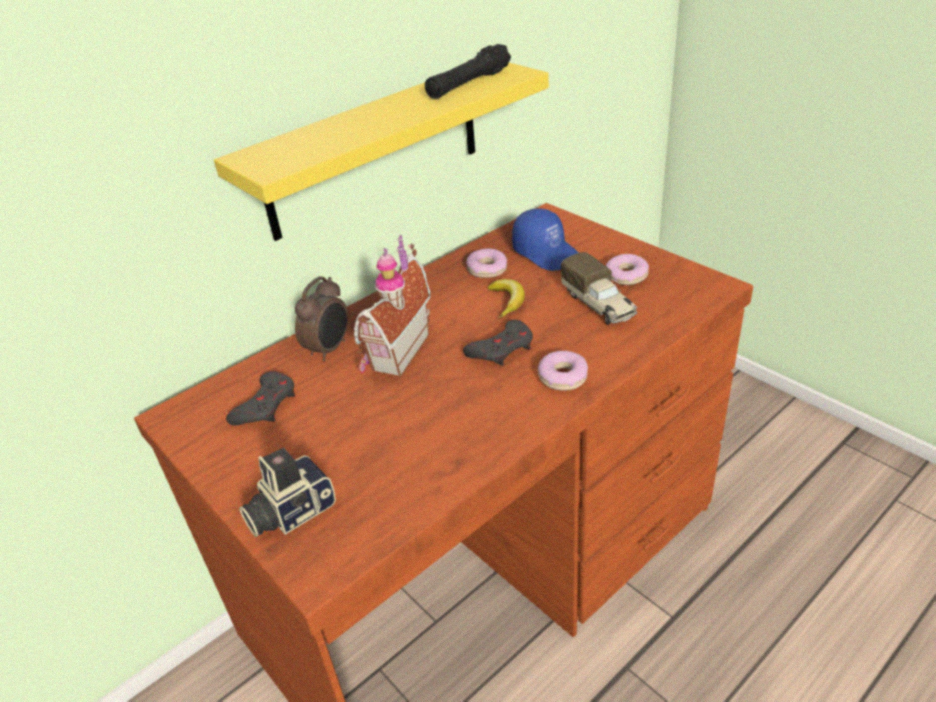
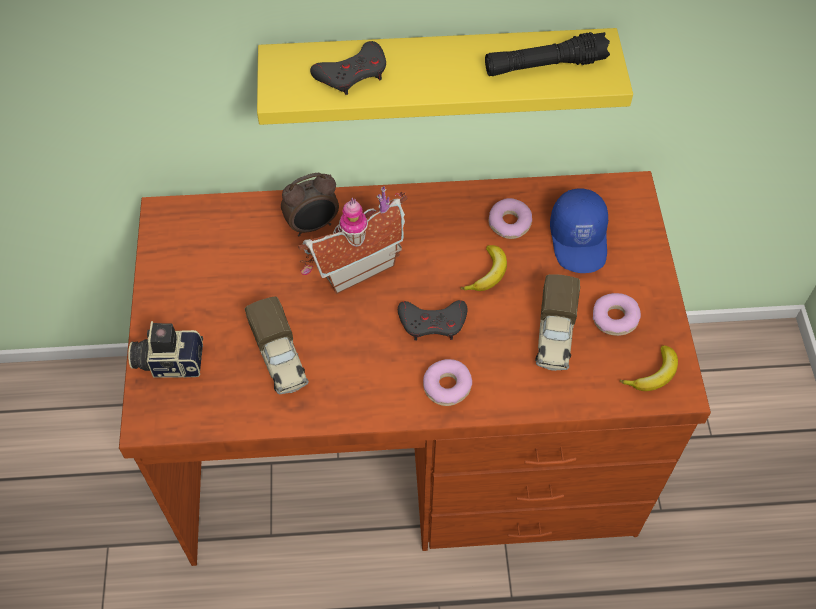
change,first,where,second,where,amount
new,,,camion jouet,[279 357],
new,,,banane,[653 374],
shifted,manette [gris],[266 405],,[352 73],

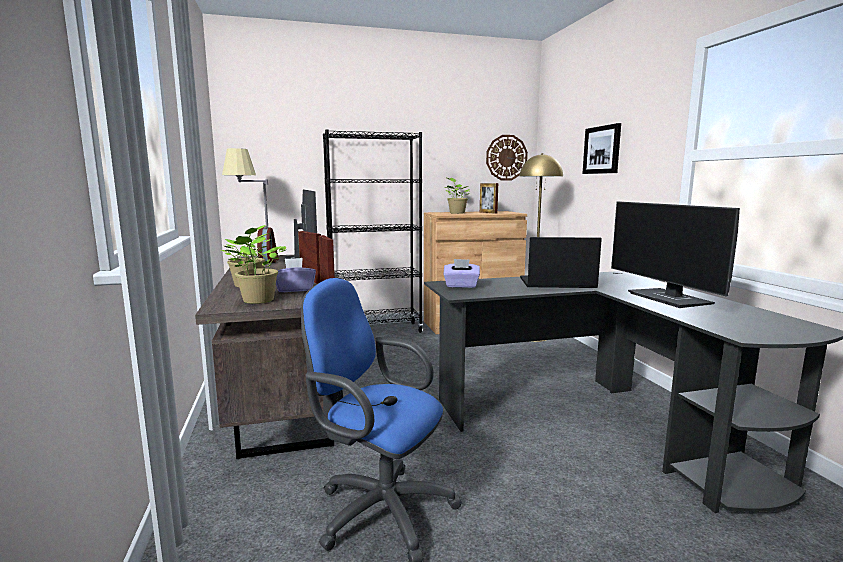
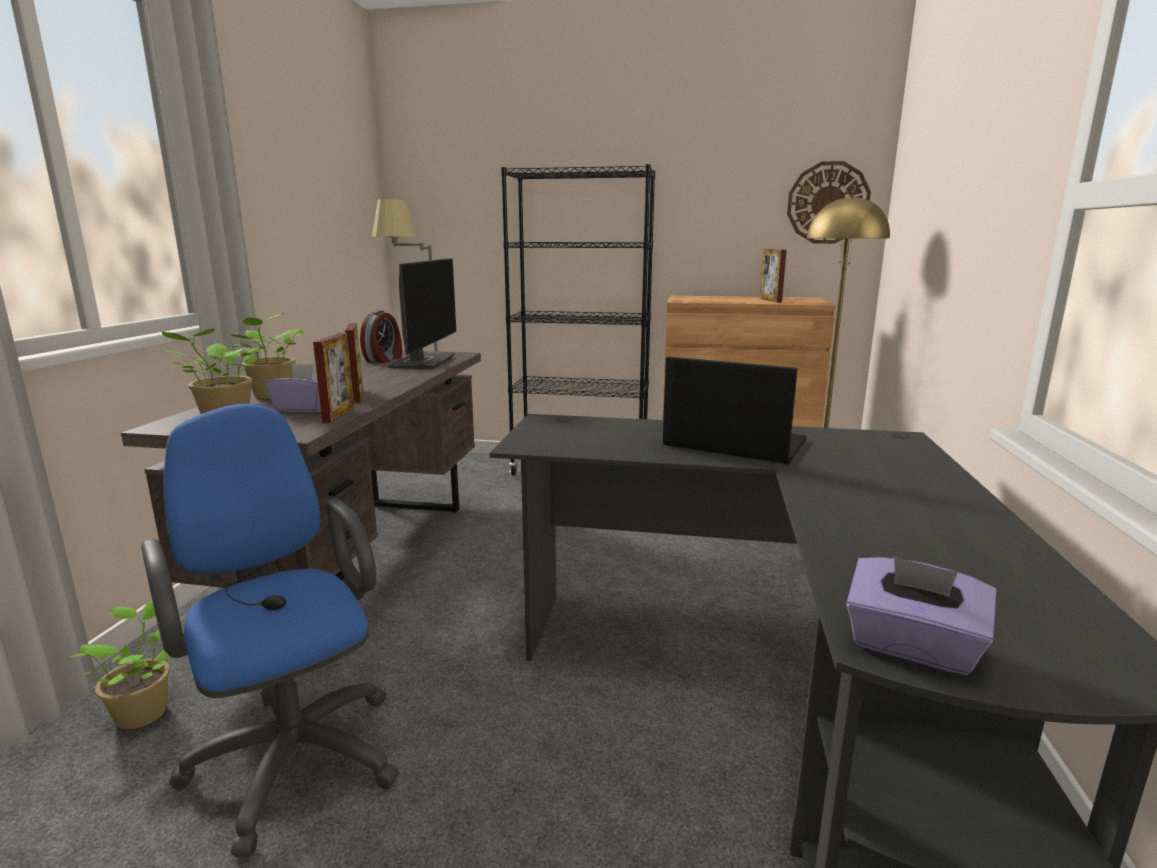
change,first,where,second,where,amount
gone,tableau,[602 150],,,
gone,écran d'ordinateur,[670 299],,,
shifted,boîte à mouchoirs [violet],[461 286],,[911 647],
shifted,plante en pot,[456 213],,[144 712],

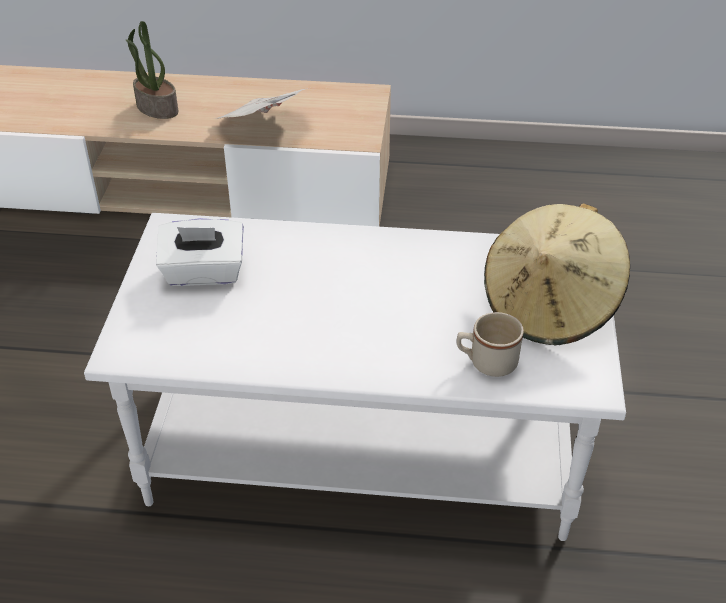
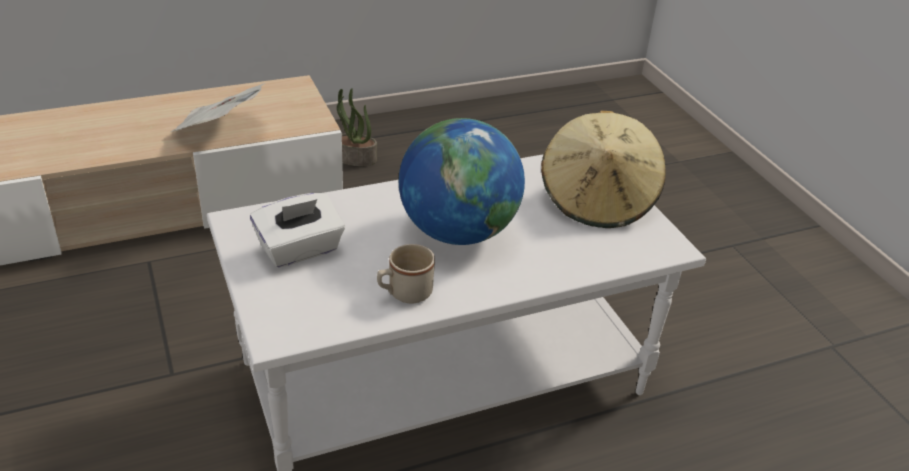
change,first,where,second,where,amount
new,,,globe,[457 232],
shifted,plante en pot,[156 108],,[355 159],
shifted,mug [beige],[486 363],,[404 293],

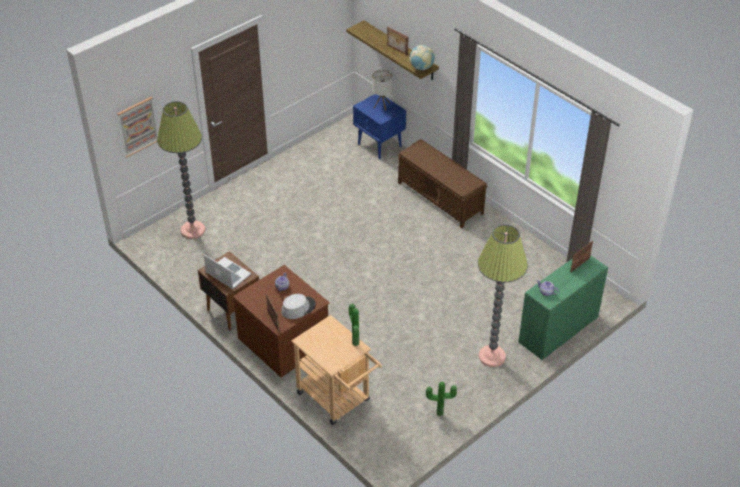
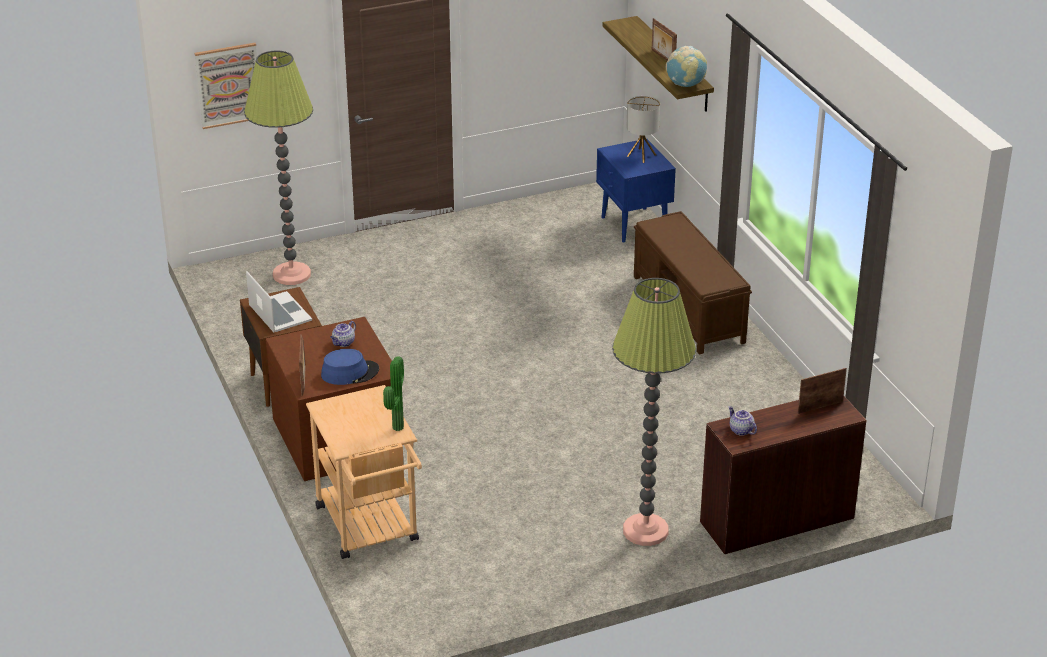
change,first,where,second,where,amount
gone,plante en pot,[439 412],,,
repainted,chapeau [gris],[298 308],chapeau [bleu],[350 373],
repainted,bureau [vert],[557 329],bureau [marron],[776 519],

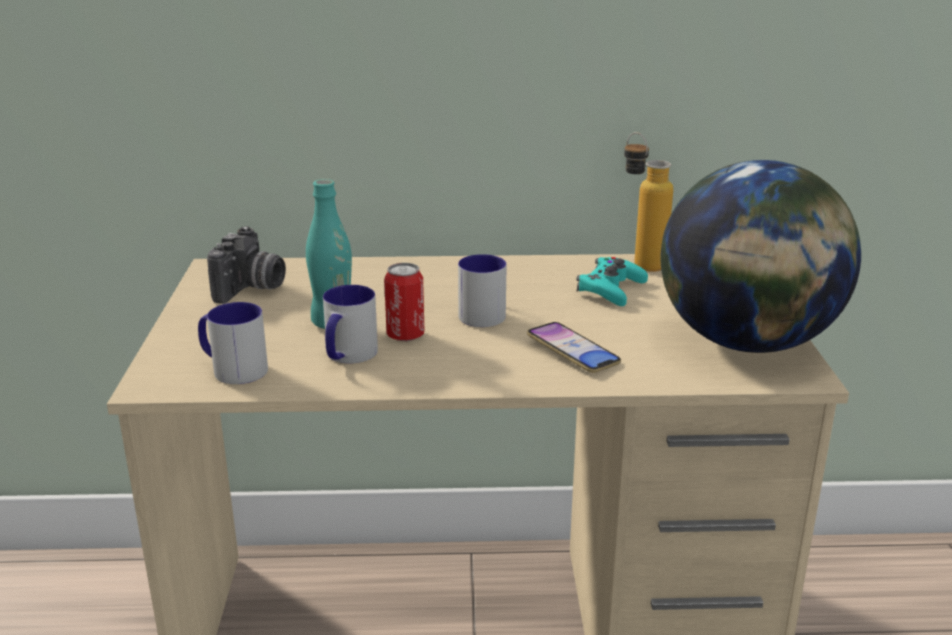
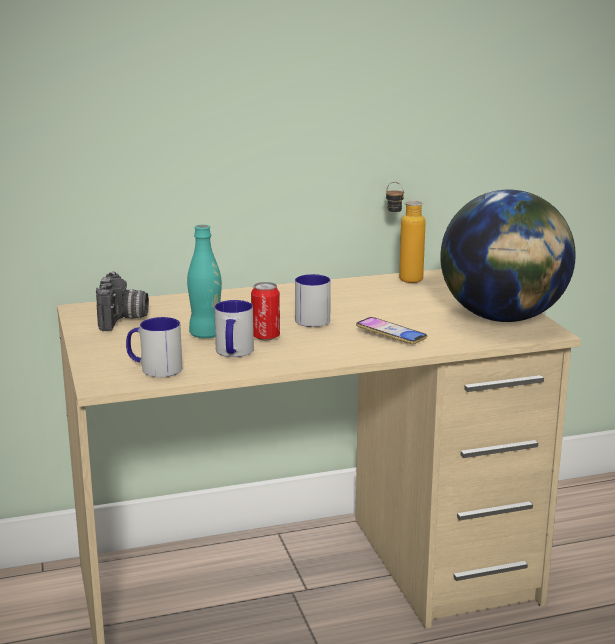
change,first,where,second,where,amount
gone,manette [turquoise],[611 289],,,

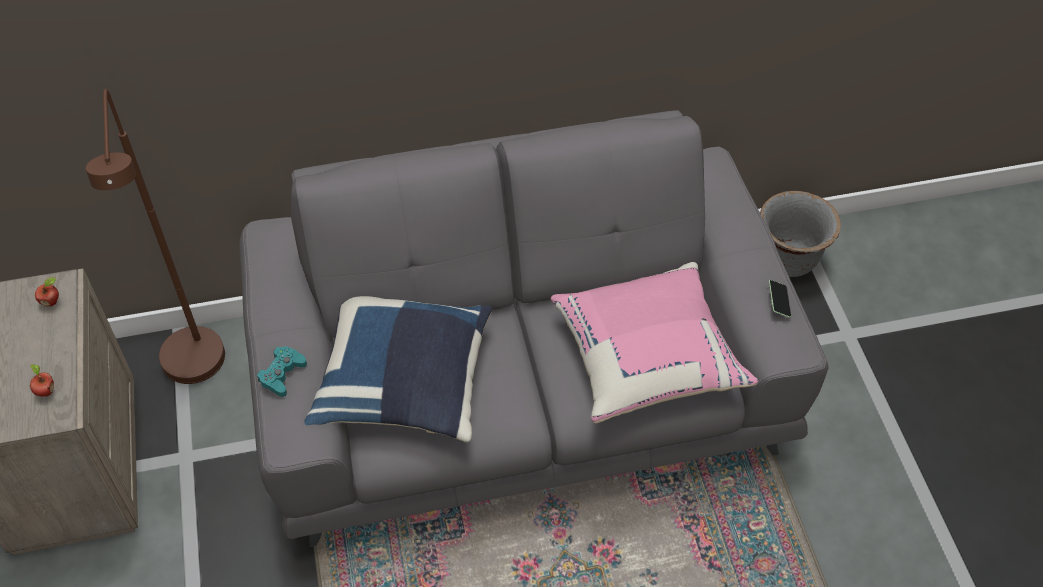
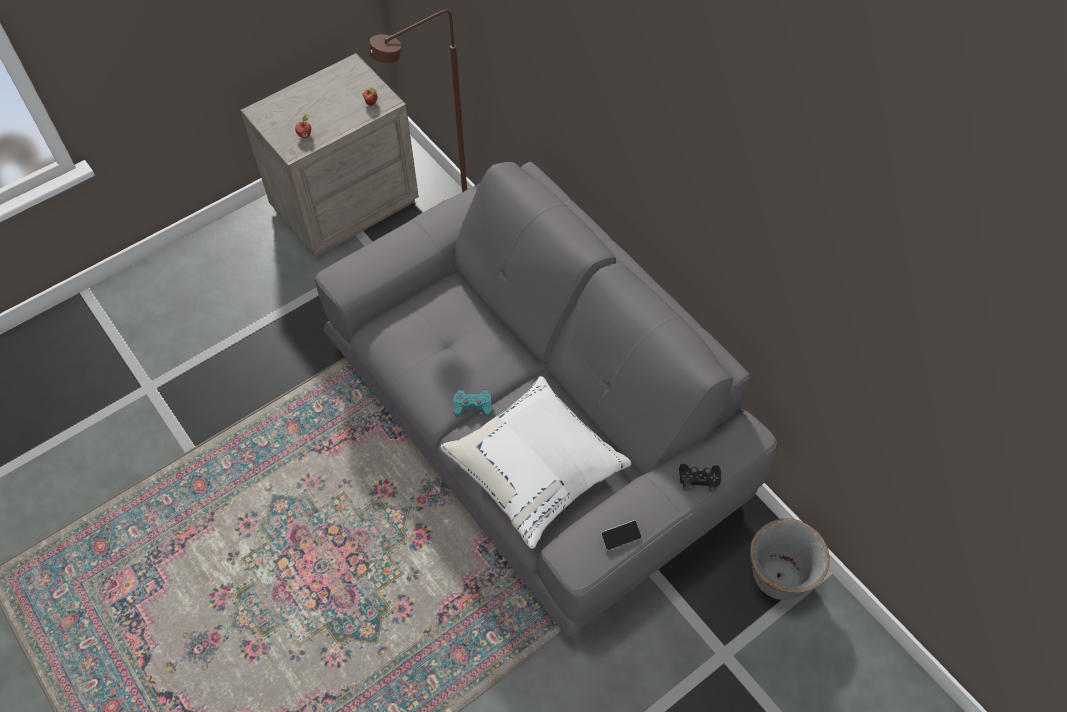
change,first,where,second,where,amount
gone,coussin [bleu],[405 383],,,
new,,,manette [noir],[699 479],
shifted,manette [turquoise],[282 374],,[472 406],
repainted,coussin [rose],[646 358],coussin [blanc],[536 470],

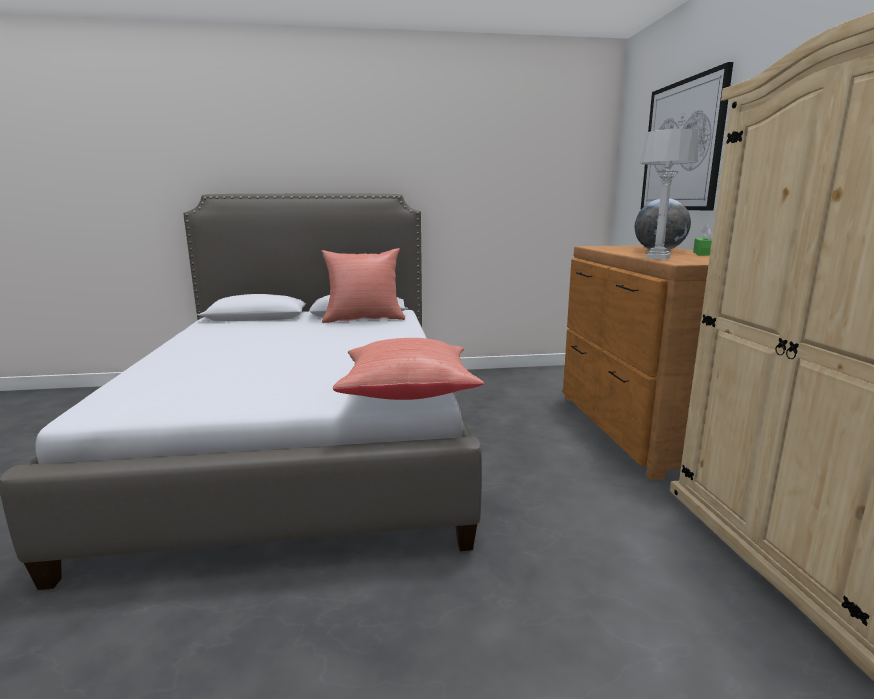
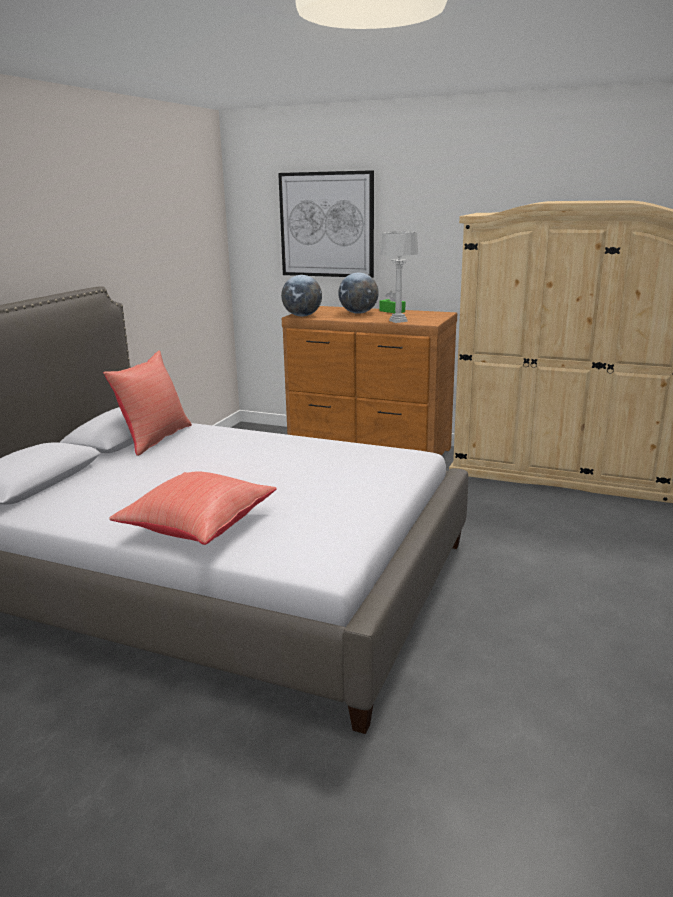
change,first,where,second,where,amount
new,,,globe,[302 316],
shifted,coussin [rouge],[408 392],,[197 527],

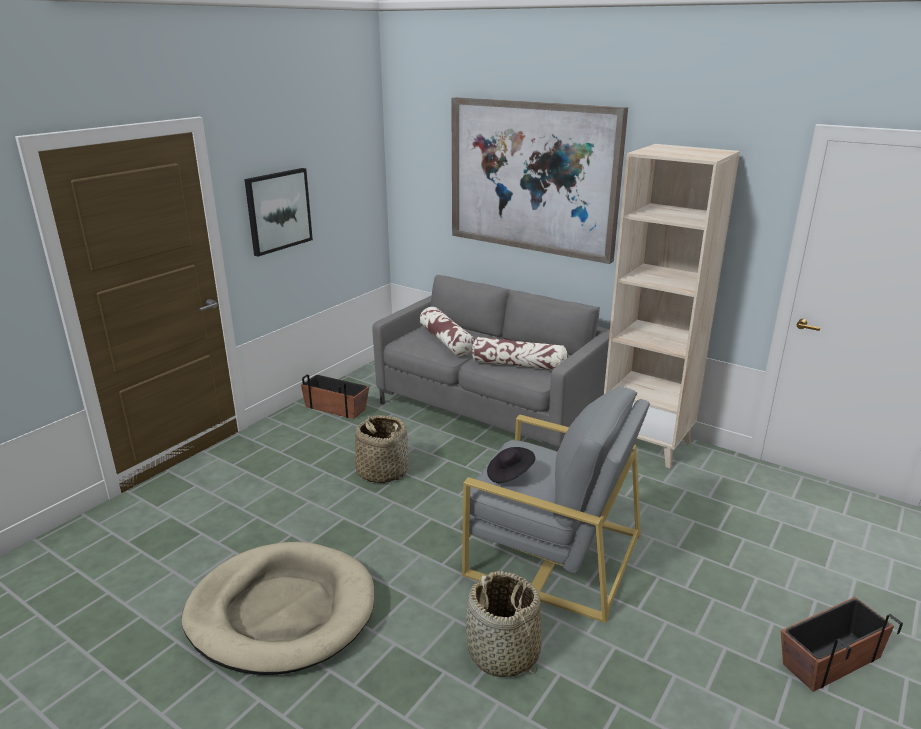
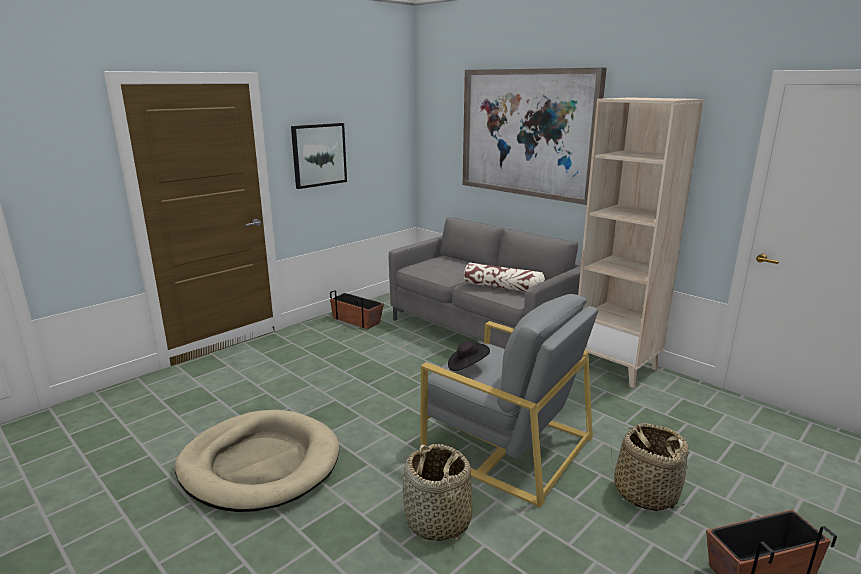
change,first,where,second,where,amount
gone,coussin,[446 340],,,
shifted,panier,[382 471],,[645 492],

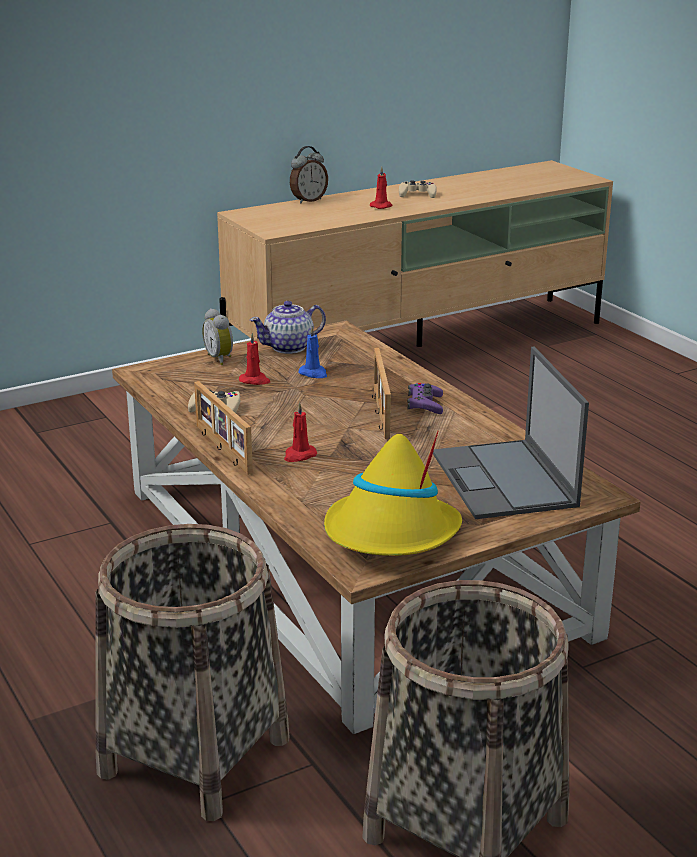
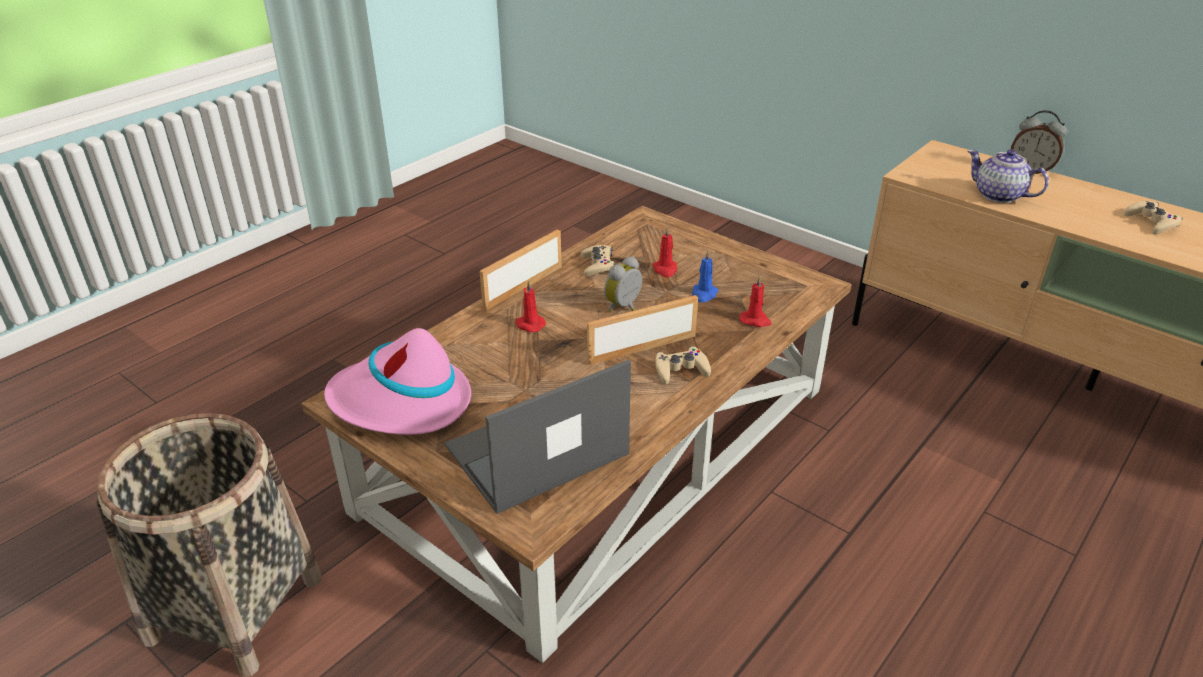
change,first,where,second,where,amount
gone,panier,[194 756],,,
shifted,réveil,[221 359],,[625 307],
shifted,théière,[289 347],,[999 196],
shifted,bougie [rouge],[382 206],,[755 320],
repainted,chapeau [jaune],[391 535],chapeau [rose],[401 403],
repainted,manette [violet],[425 404],manette [beige],[680 370],

